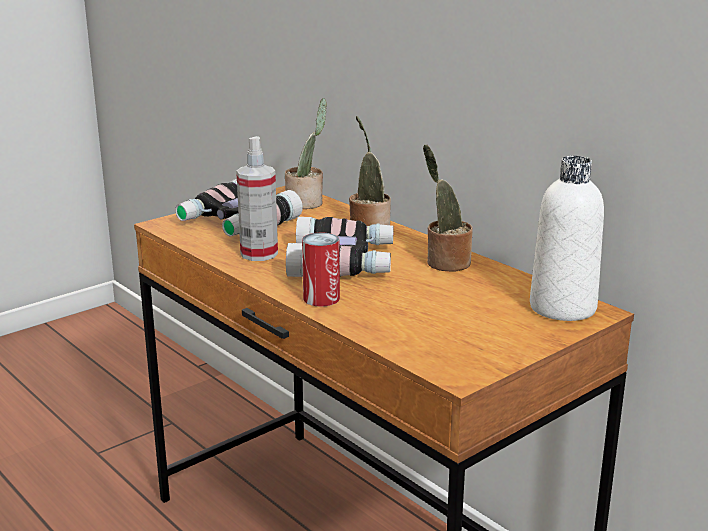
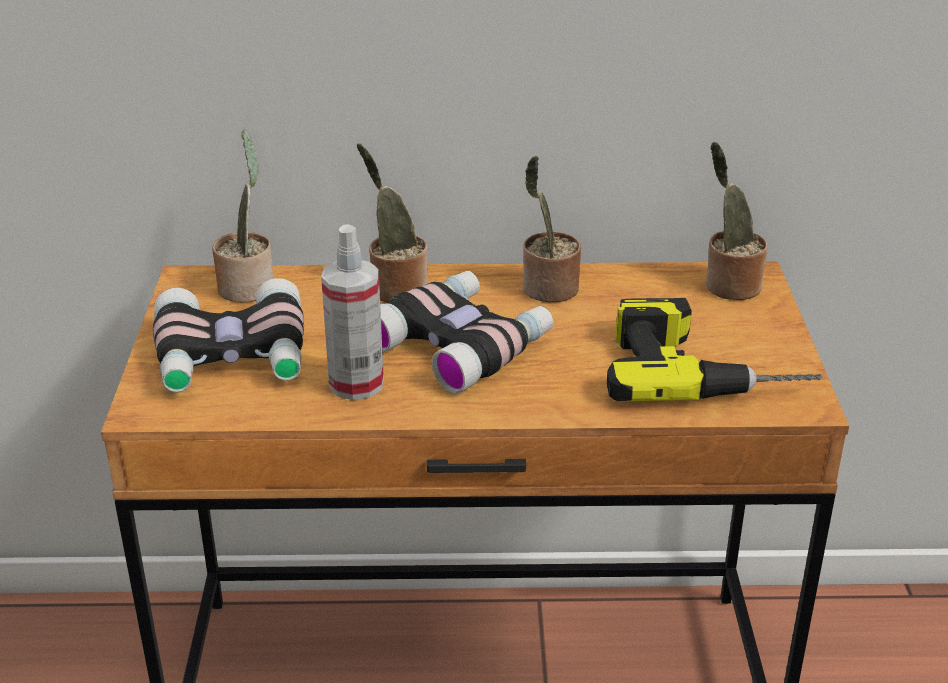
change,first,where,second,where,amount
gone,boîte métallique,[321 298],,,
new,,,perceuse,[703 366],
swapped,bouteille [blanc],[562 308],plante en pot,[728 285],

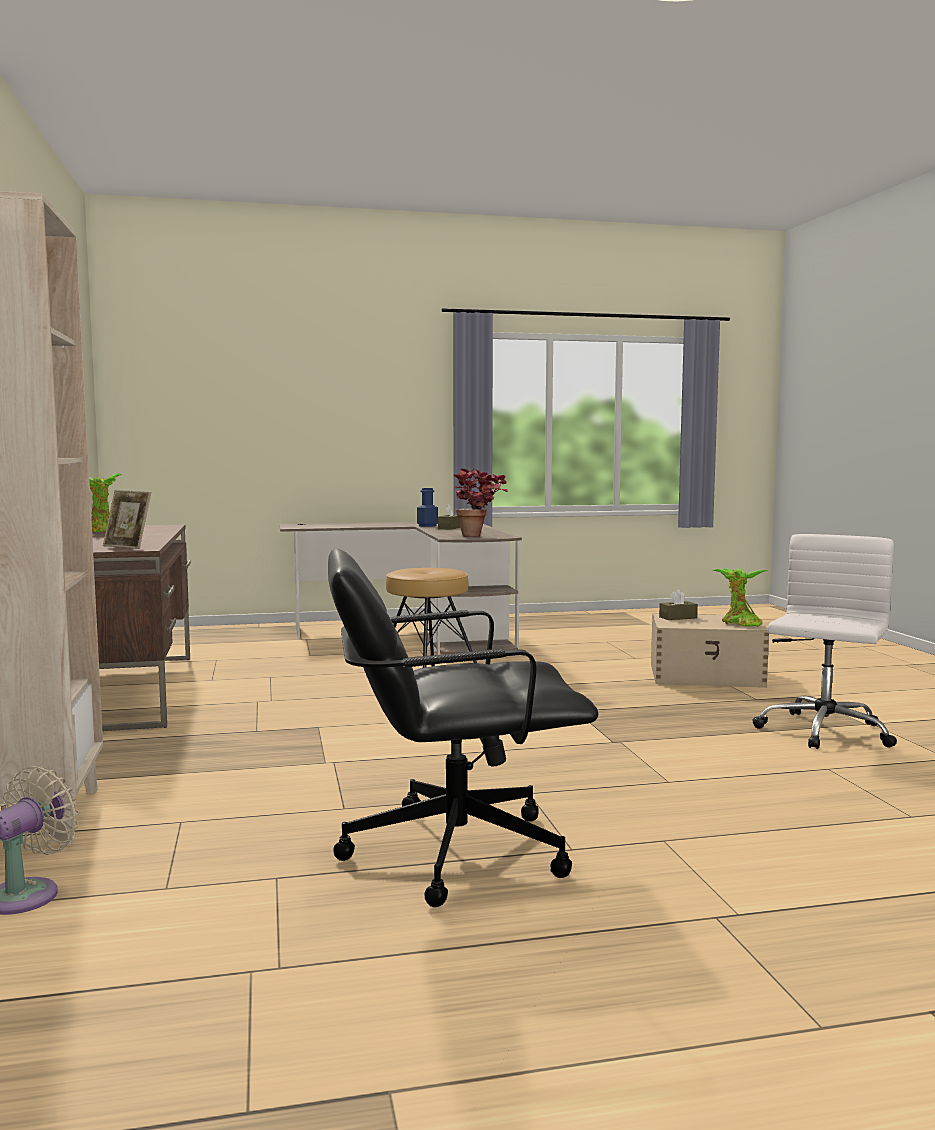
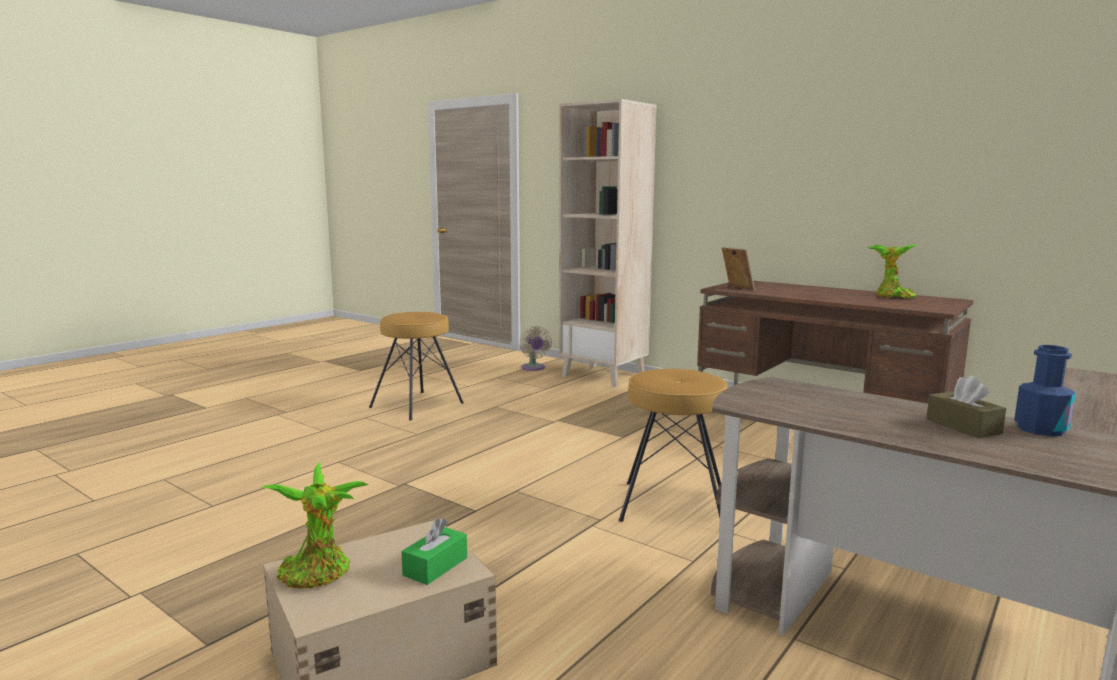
change,first,where,second,where,amount
gone,plante en pot,[478 536],,,
gone,chaise de bureau [blanc],[823 732],,,
swapped,chaise de bureau [noir],[452 851],tabouret [marron],[417 405],
repainted,boîte à mouchoirs [marron],[678 617],boîte à mouchoirs [vert],[435 566],
rotated,cadre photo,[128 547],,[736 288],75 degrees clockwise

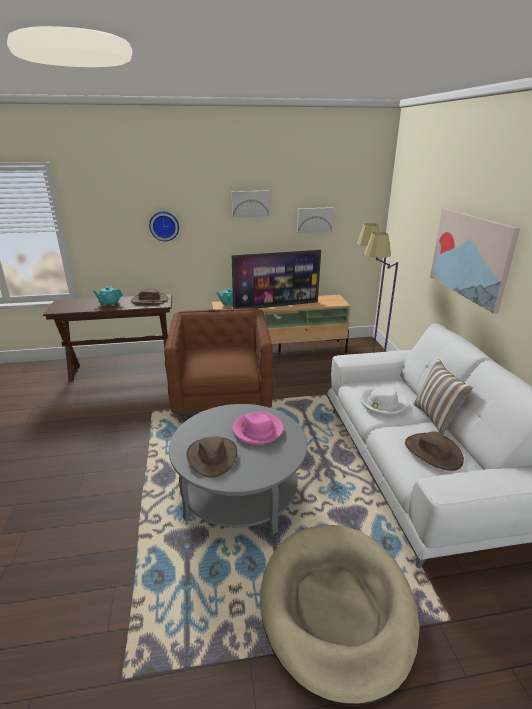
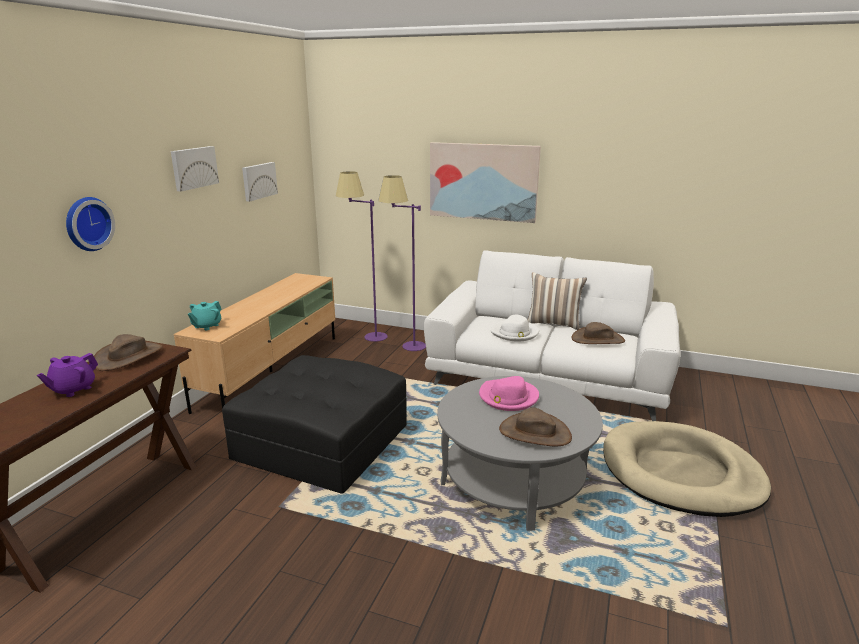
change,first,where,second,where,amount
gone,téléviseur,[276 306],,,
swapped,fauteuil [marron],[222 398],pouf [noir],[322 440],
repainted,théière [turquoise],[109 303],théière [violet],[73 389],

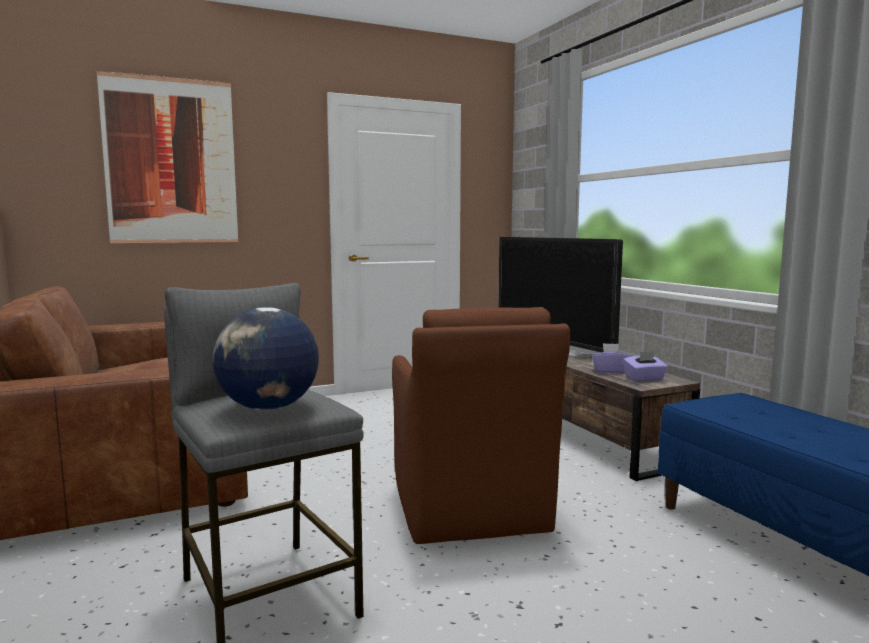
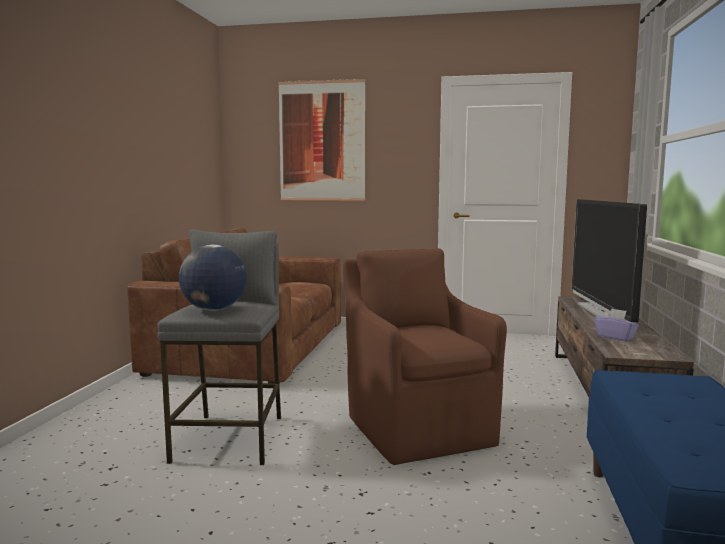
change,first,where,second,where,amount
gone,boîte à mouchoirs [violet],[644 379],,,
rotated,fauteuil [marron],[469 510],,[418 428],135 degrees clockwise

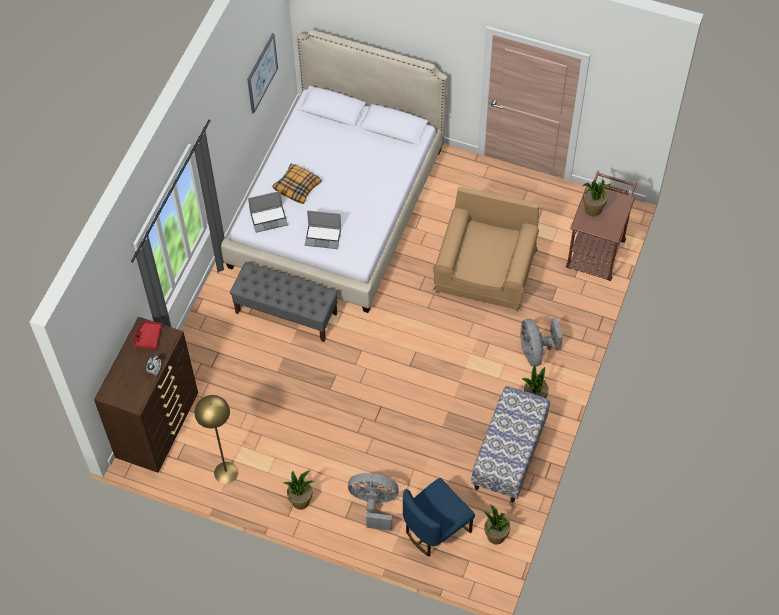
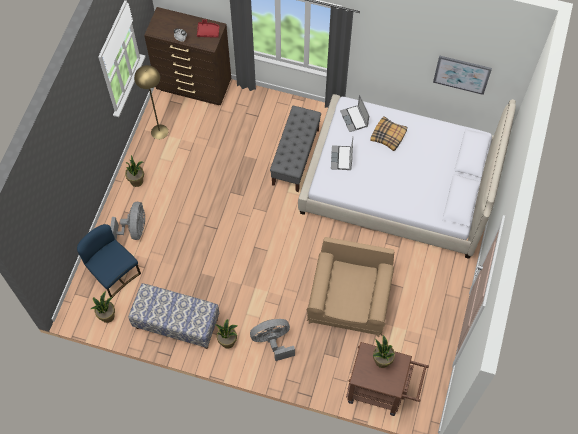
change,first,where,second,where,amount
rotated,fauteuil [marron],[485 270],,[349 299],90 degrees counterclockwise

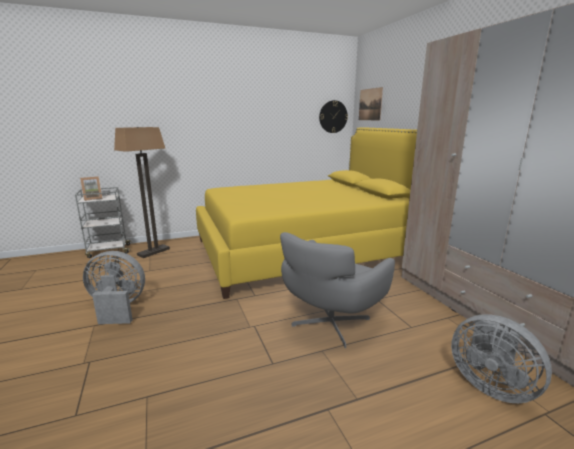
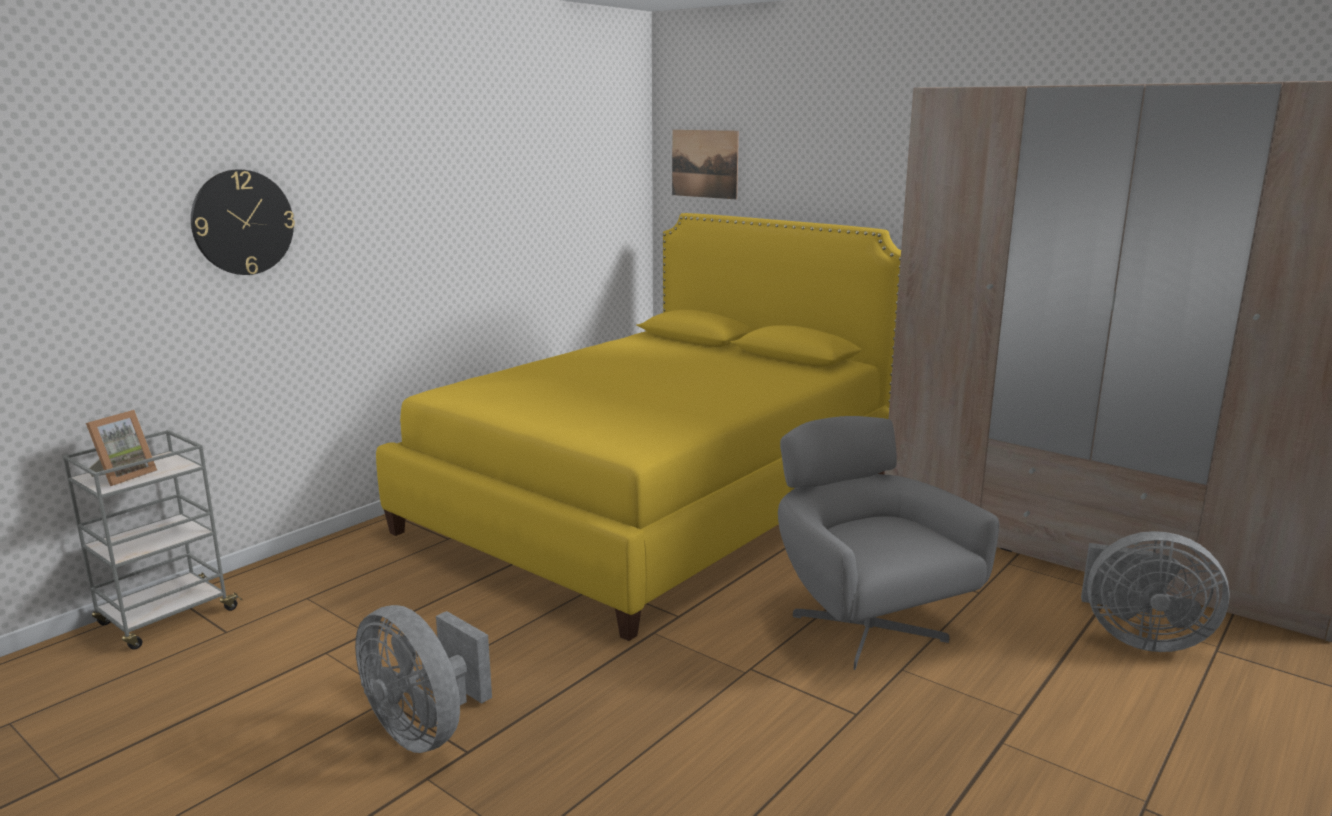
change,first,where,second,where,amount
gone,lampadaire,[153 252],,,
shifted,horloge murale,[333 116],,[243 222],
rotated,ventilateur [gris],[117 308],,[425 730],105 degrees counterclockwise
rotated,fauteuil [gris],[329 324],,[864 626],150 degrees clockwise

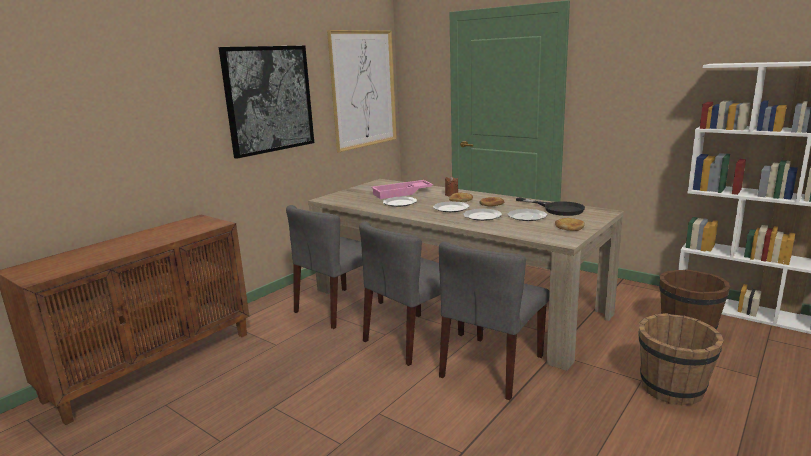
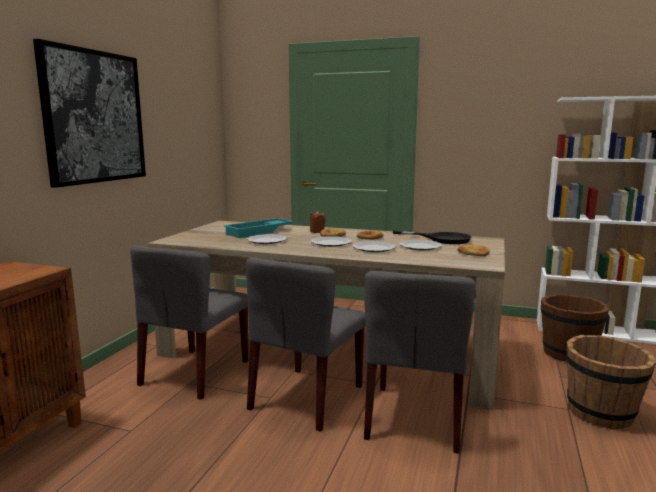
change,first,where,second,where,amount
gone,tableau,[363 89],,,
repainted,plateau [rose],[402 193],plateau [turquoise],[259 232],

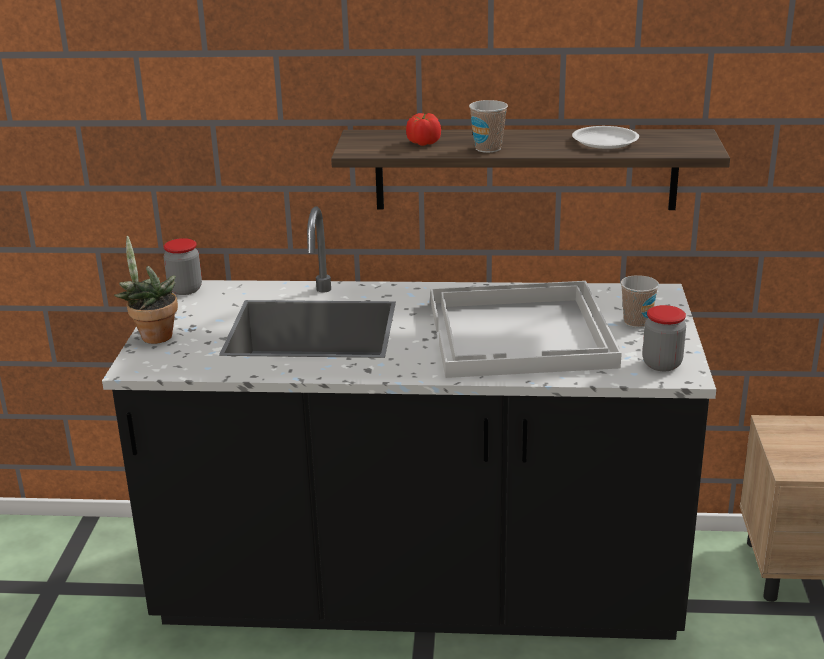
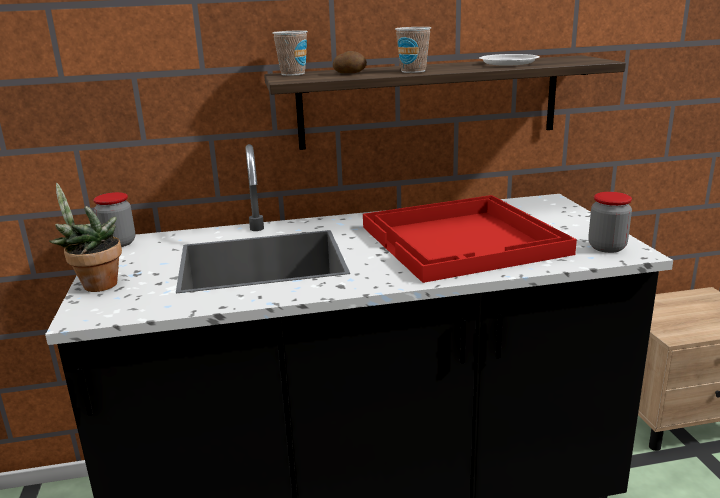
change,first,where,second,where,amount
shifted,tasse,[636 322],,[293 74],
swapped,tomate,[423 143],pomme de terre,[350 73],
repainted,plateau [blanc],[522 334],plateau [rouge],[464 240],

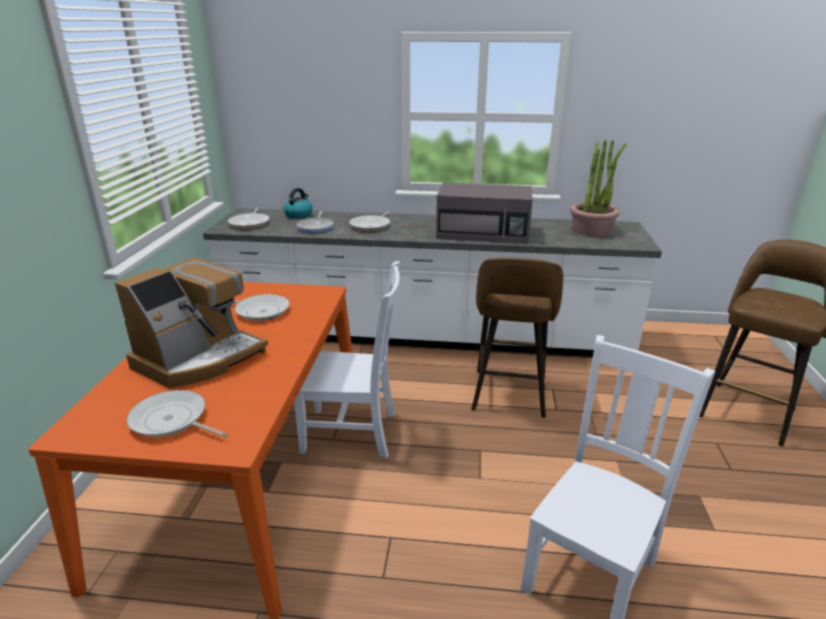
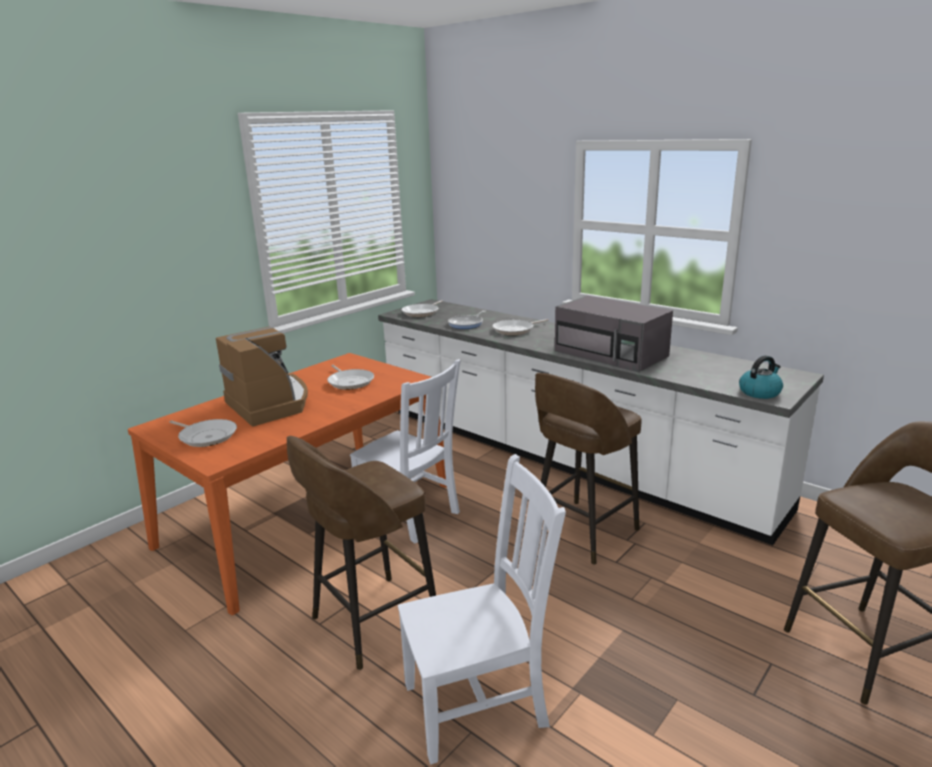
change,first,where,second,where,amount
gone,plante en pot,[592 230],,,
new,,,tabouret [marron],[371 622],
shifted,bouilloire,[298 215],,[759 392],
rotated,machine à café,[200 358],,[271 404],105 degrees counterclockwise
rotated,poêle,[172 420],,[206 436],150 degrees clockwise

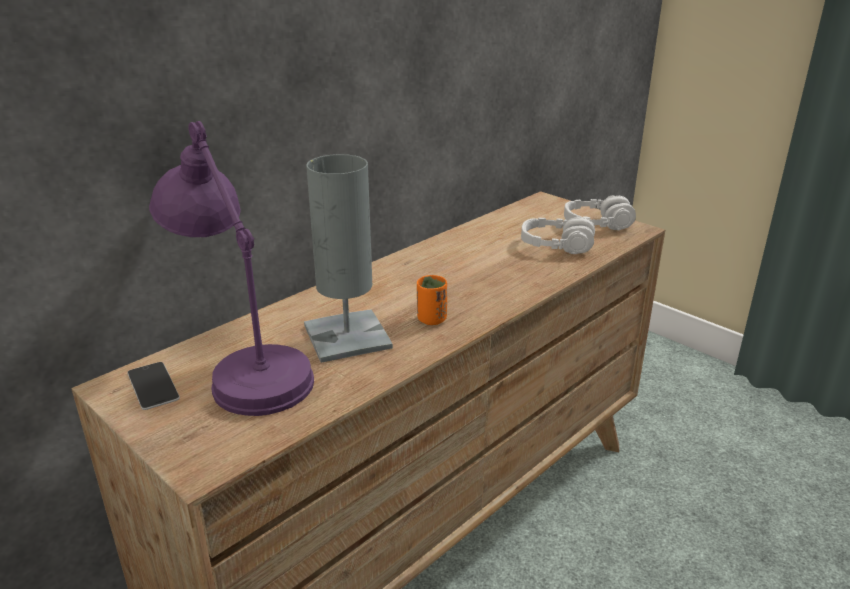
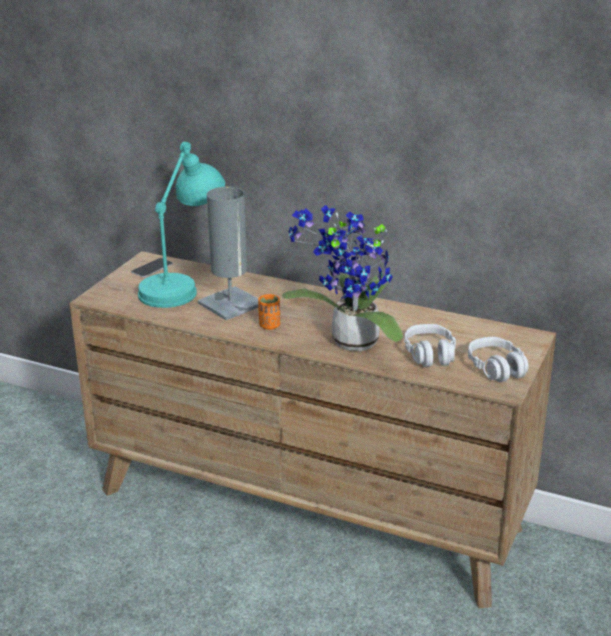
change,first,where,second,where,amount
new,,,plante en pot,[349 343],
repainted,lampe de table [violet],[242 364],lampe de table [turquoise],[184 283],

